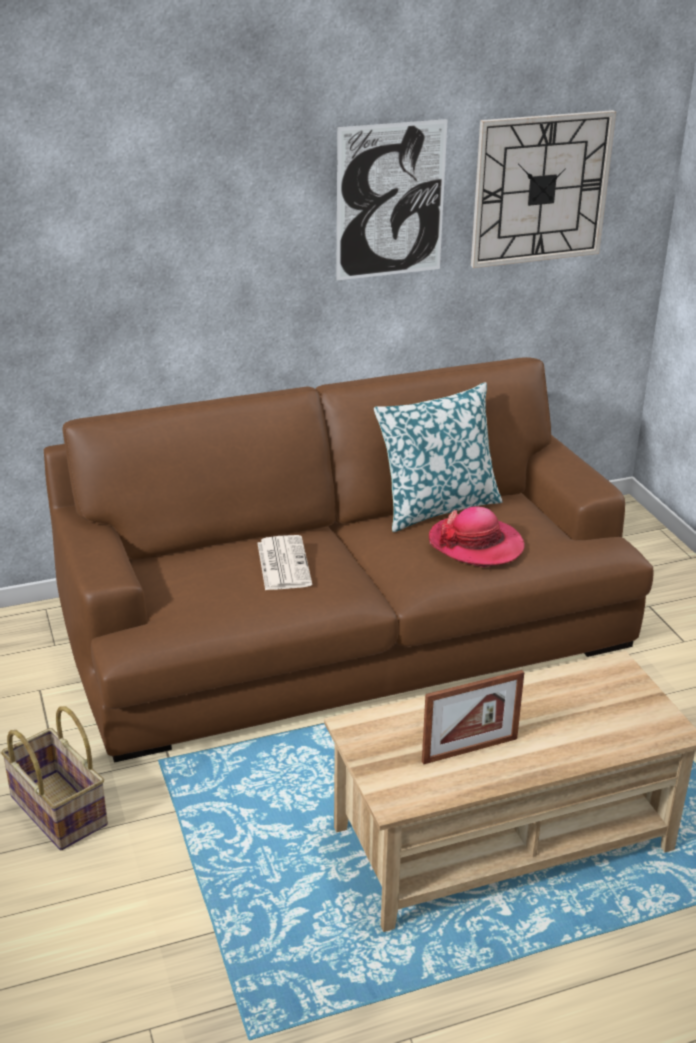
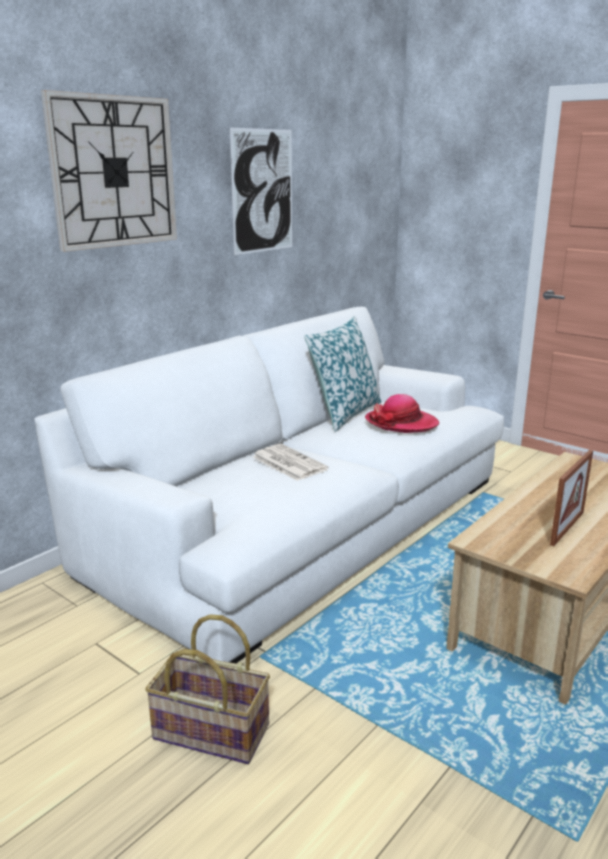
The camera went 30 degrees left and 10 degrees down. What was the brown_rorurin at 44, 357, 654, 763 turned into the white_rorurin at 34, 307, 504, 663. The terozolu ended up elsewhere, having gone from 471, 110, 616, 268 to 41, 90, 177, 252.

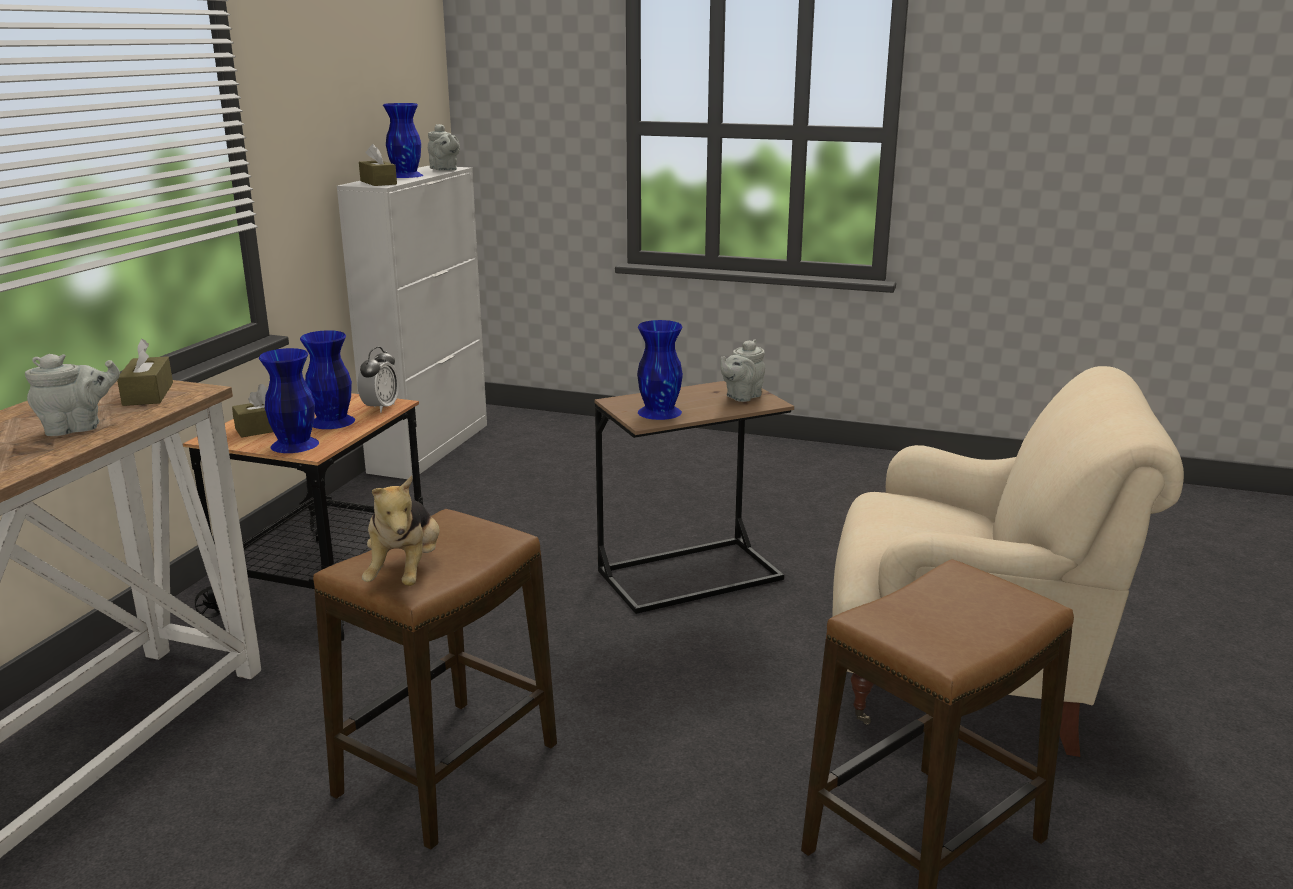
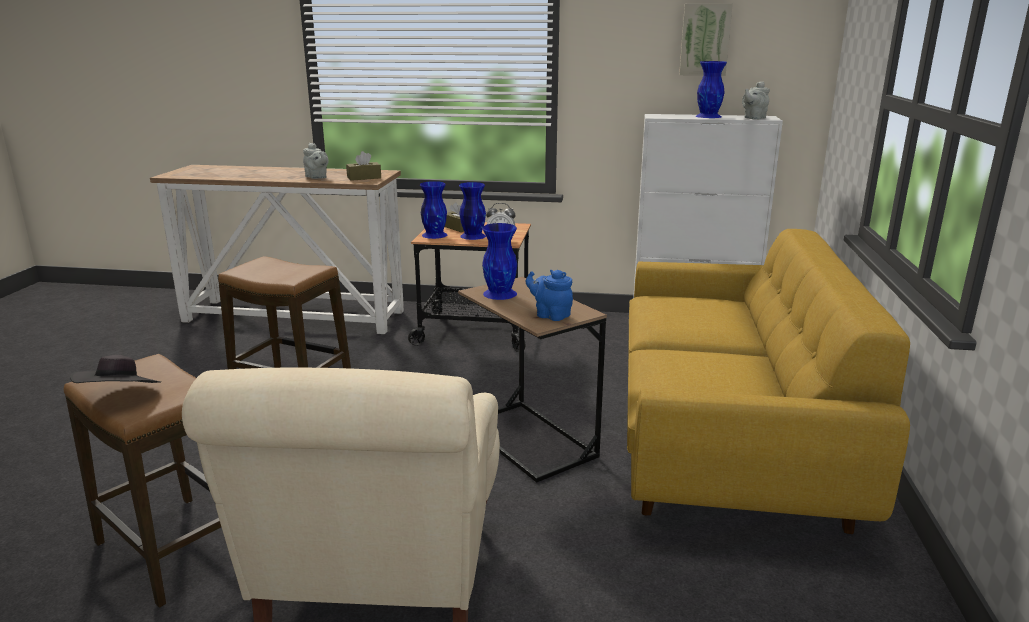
The camera went 80 degrees right and 0 degrees up. The second view lost the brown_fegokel at 359, 144, 397, 186. The second view lost the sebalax at 362, 476, 440, 586. What was the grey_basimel at 720, 339, 765, 402 turned into the blue_basimel at 526, 270, 573, 321. The second view gained the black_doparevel at 70, 355, 161, 383. The second view gained the yellow_rorurin at 627, 229, 910, 534. The second view gained the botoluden at 679, 3, 733, 76.

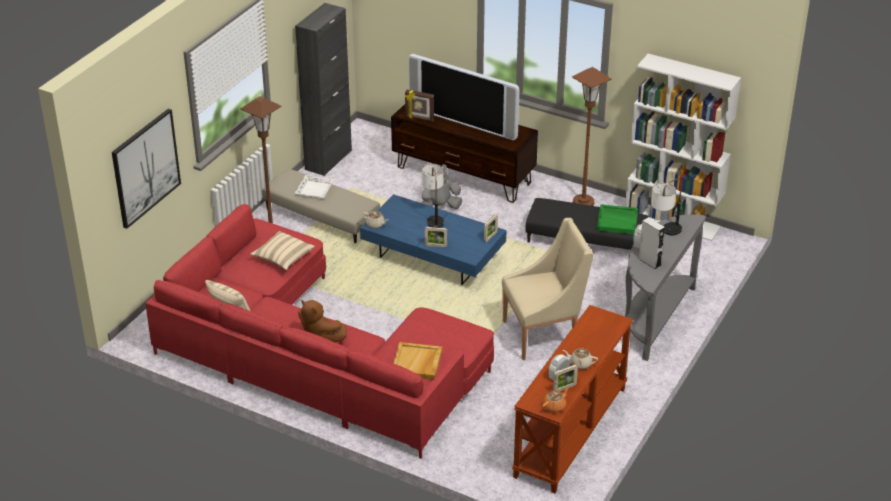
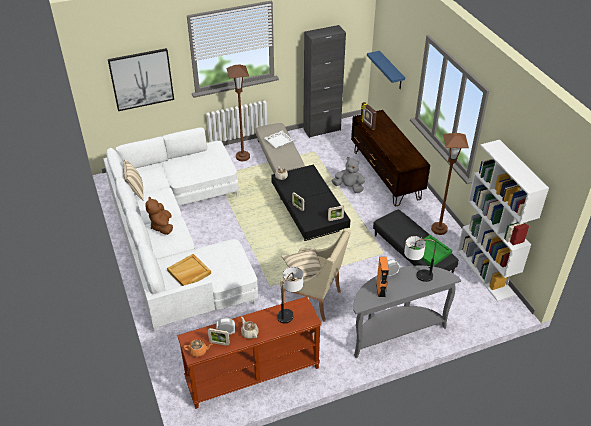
The camera went 40 degrees right and 5 degrees up. What was the red_rorurin at 145, 204, 494, 459 turned into the white_rorurin at 103, 128, 258, 334. The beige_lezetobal ended up elsewhere, having gone from 250, 231, 315, 270 to 281, 249, 322, 281. What was the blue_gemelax at 360, 194, 507, 285 turned into the black_gemelax at 271, 164, 350, 241. The second view lost the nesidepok at 408, 54, 520, 140. The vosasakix ended up elsewhere, having gone from 422, 164, 444, 228 to 277, 267, 303, 323. What was the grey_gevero at 639, 217, 665, 269 turned into the orange_gevero at 376, 257, 389, 298. The second view gained the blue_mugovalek at 367, 51, 405, 89.

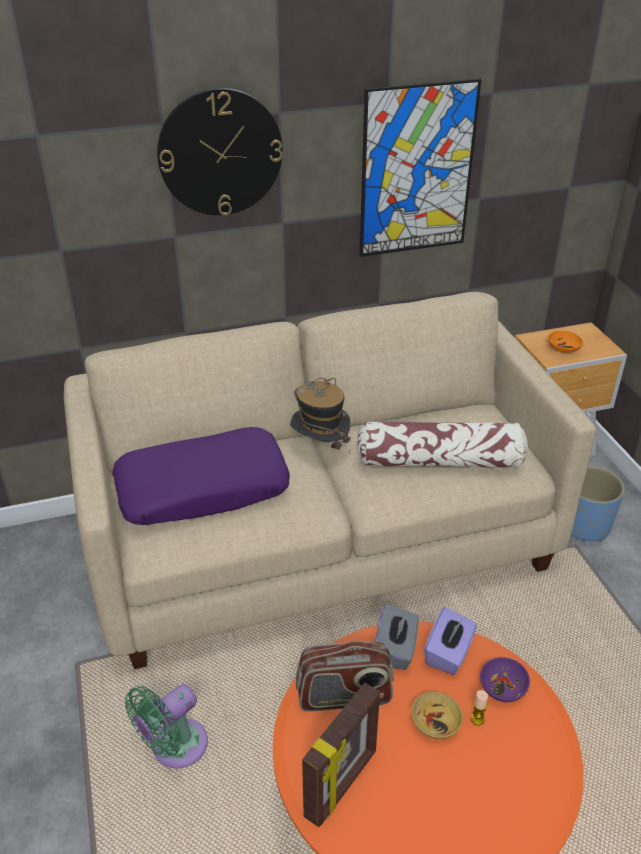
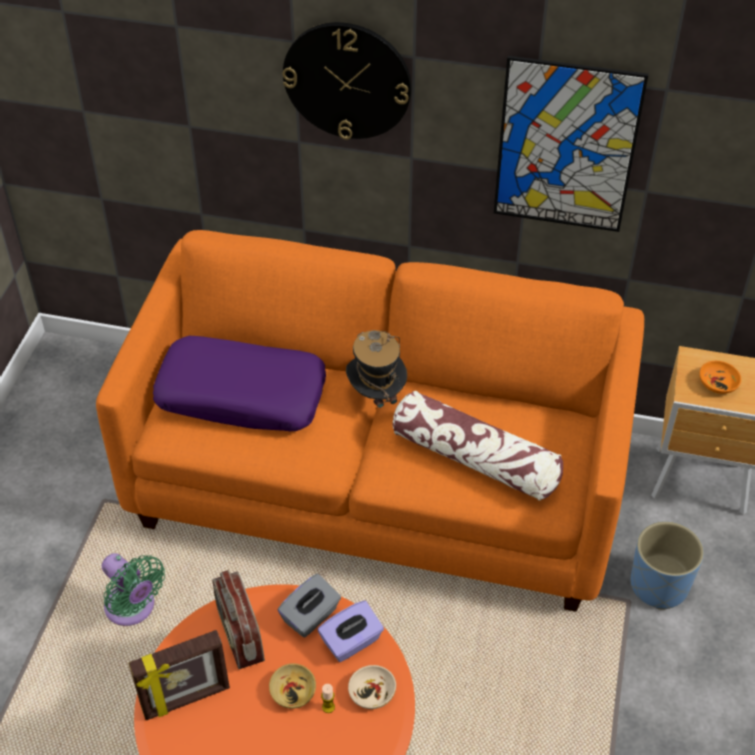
The camera went 30 degrees right and 10 degrees up. What was the beige_rorurin at 64, 292, 596, 669 turned into the orange_rorurin at 96, 230, 644, 612. The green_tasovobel at 125, 684, 208, 768 ended up facing another way, 120 degrees counterclockwise from before. The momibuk at 296, 641, 394, 711 ended up facing another way, 45 degrees clockwise from before. What was the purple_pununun at 480, 657, 530, 702 turned into the beige_pununun at 348, 665, 396, 709.

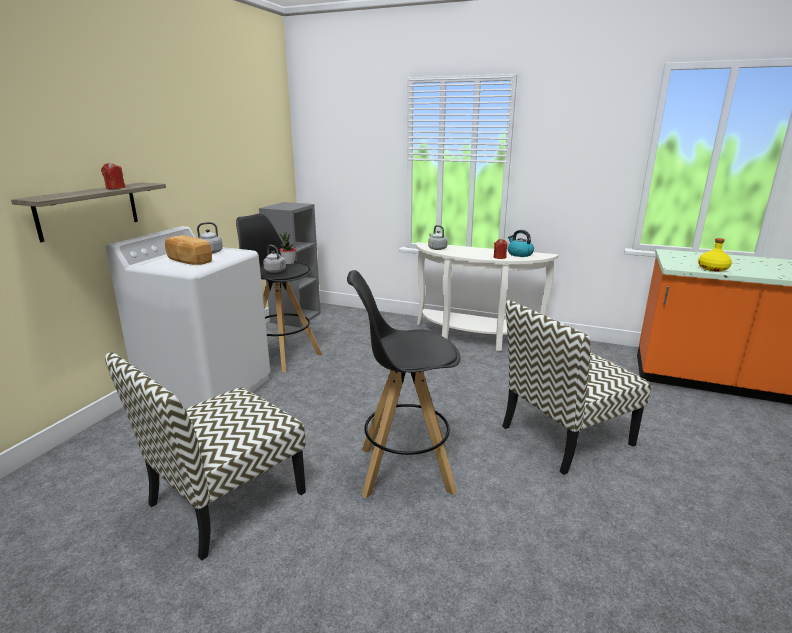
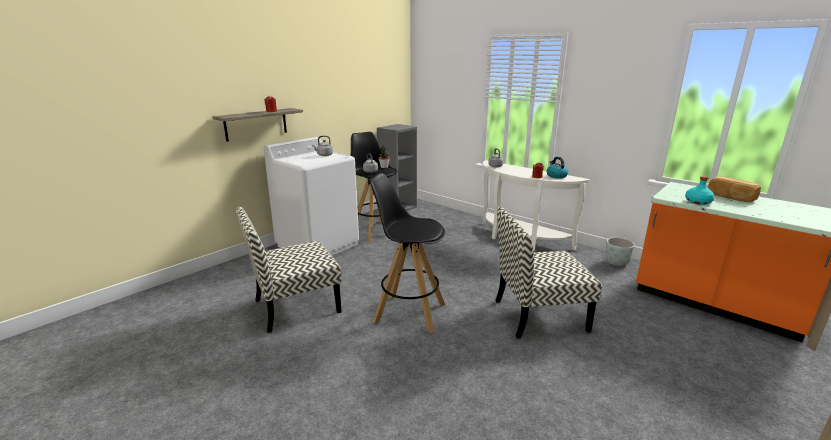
The camera went 20 degrees right and 0 degrees up. The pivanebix ended up elsewhere, having gone from 165, 235, 212, 265 to 708, 176, 761, 202. What was the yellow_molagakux at 698, 238, 732, 272 turned into the turquoise_molagakux at 685, 176, 714, 205. The second view gained the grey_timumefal at 605, 237, 635, 266.

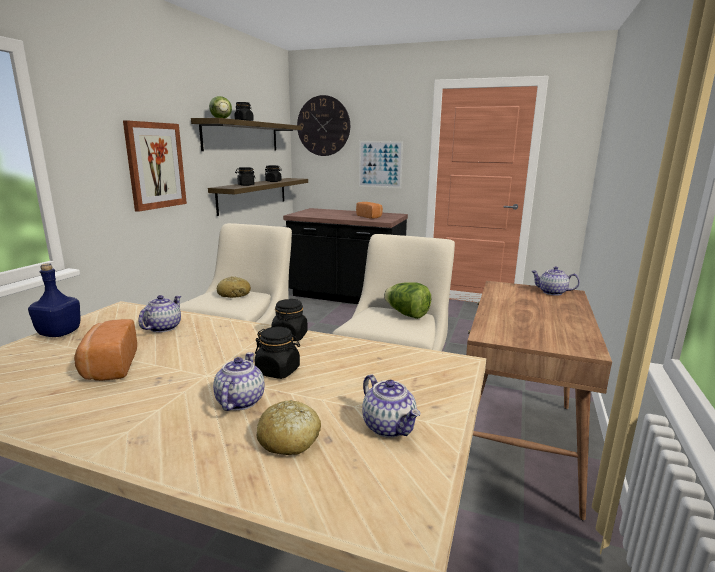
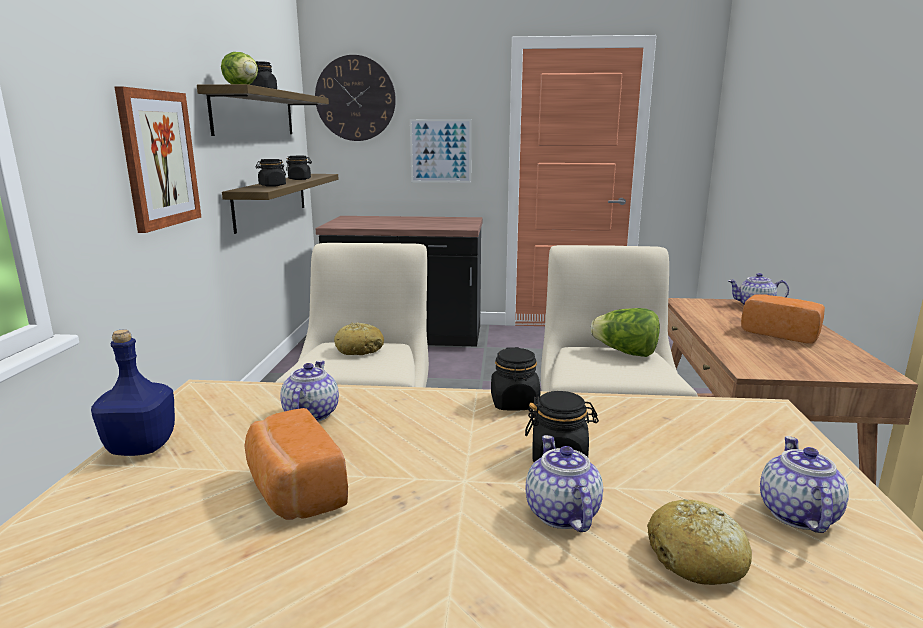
The camera went 15 degrees left and 0 degrees up. The pivanebix ended up elsewhere, having gone from 356, 202, 383, 219 to 741, 294, 825, 344. The basimel at 362, 375, 420, 438 ended up facing another way, 120 degrees counterclockwise from before.

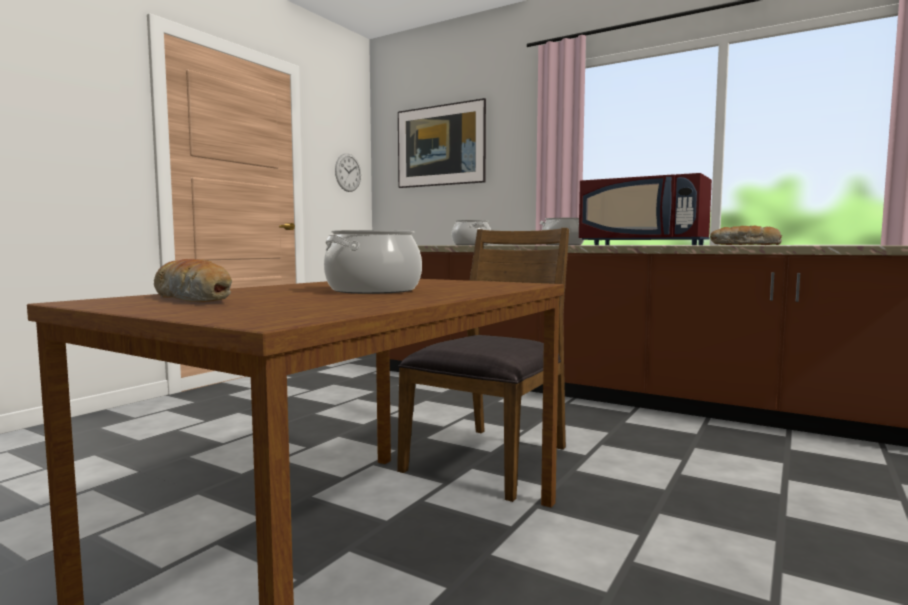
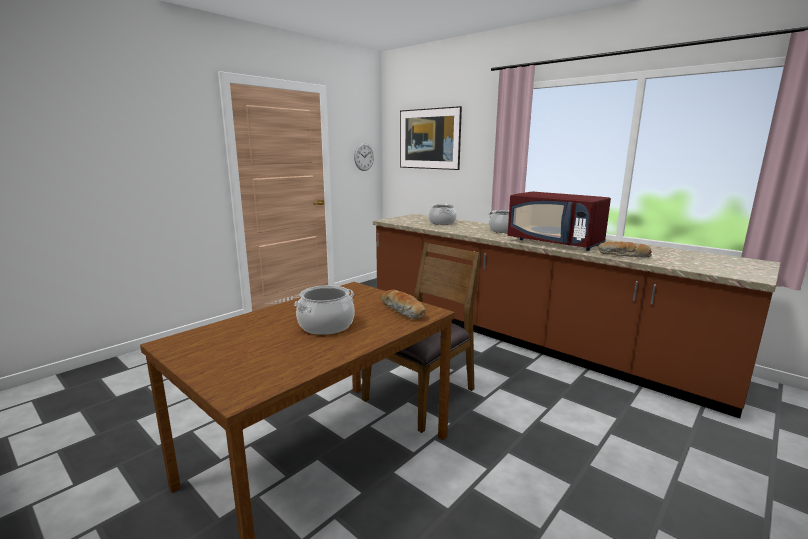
The camera went 10 degrees right and 10 degrees up. The pivanebix ended up elsewhere, having gone from 154, 259, 232, 302 to 382, 290, 426, 320.

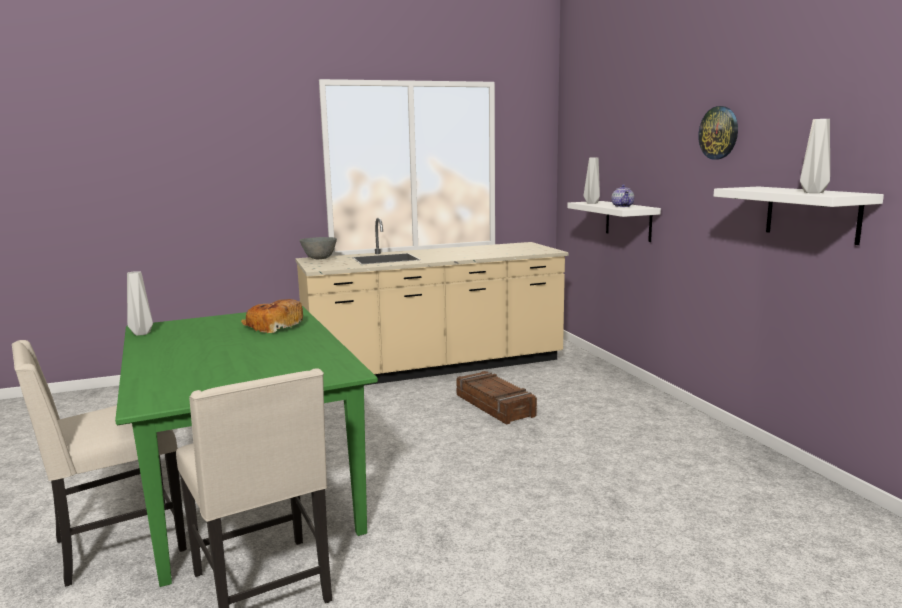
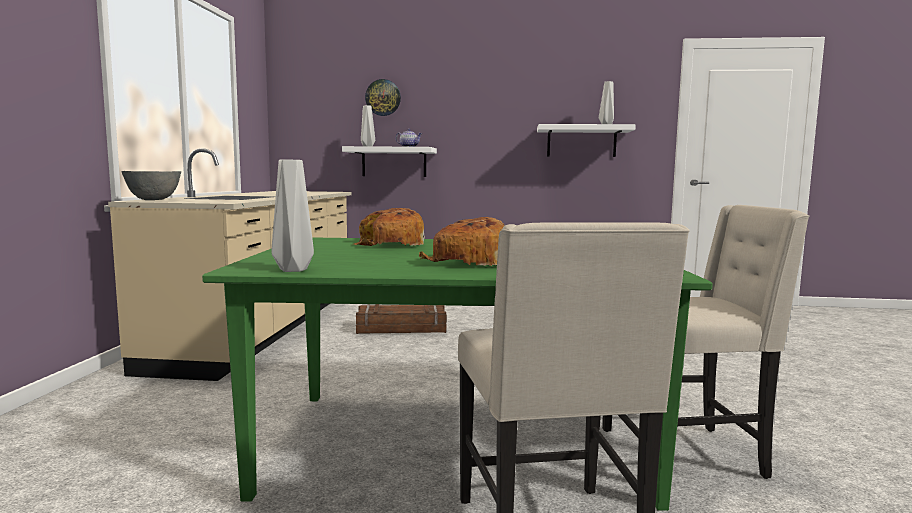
The camera went 65 degrees left and 5 degrees down. The terozolu ended up elsewhere, having gone from 698, 106, 738, 159 to 365, 79, 401, 116. The second view gained the pivanebix at 419, 217, 505, 266.

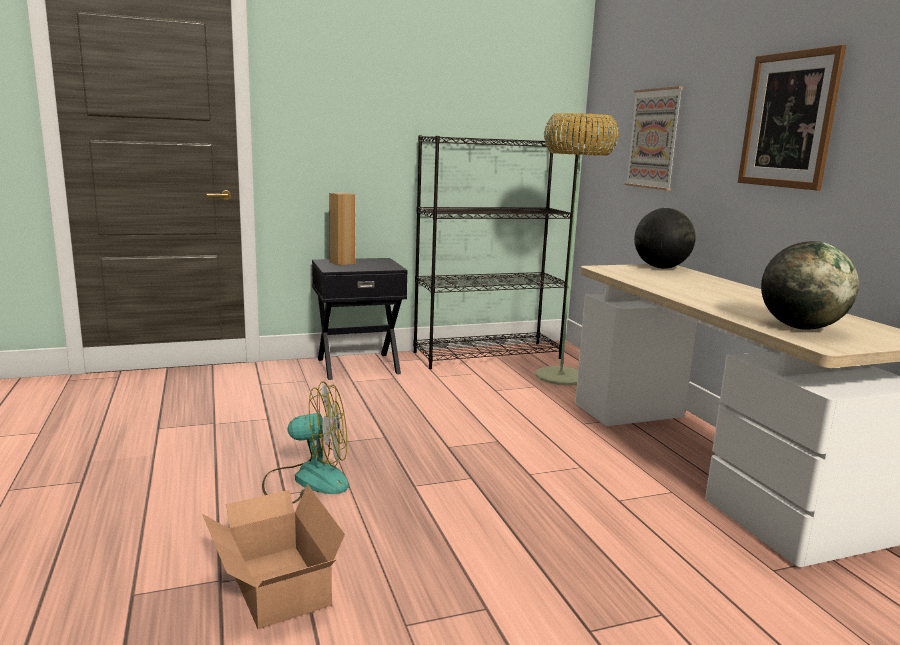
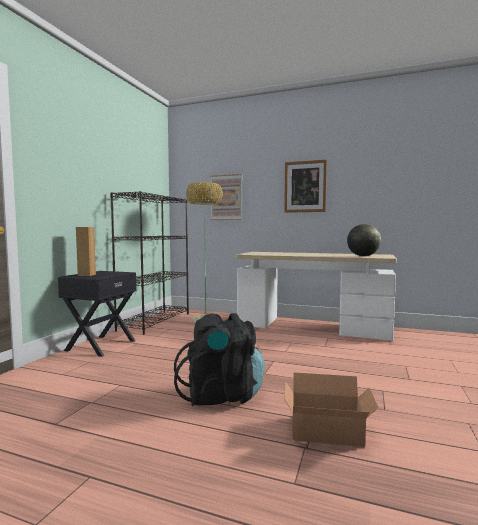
The camera went 50 degrees left and 10 degrees down. Where the tasovobel stood at 262, 381, 349, 503, the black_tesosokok came to stand at 174, 313, 265, 406. The second view lost the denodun at 634, 208, 696, 269.

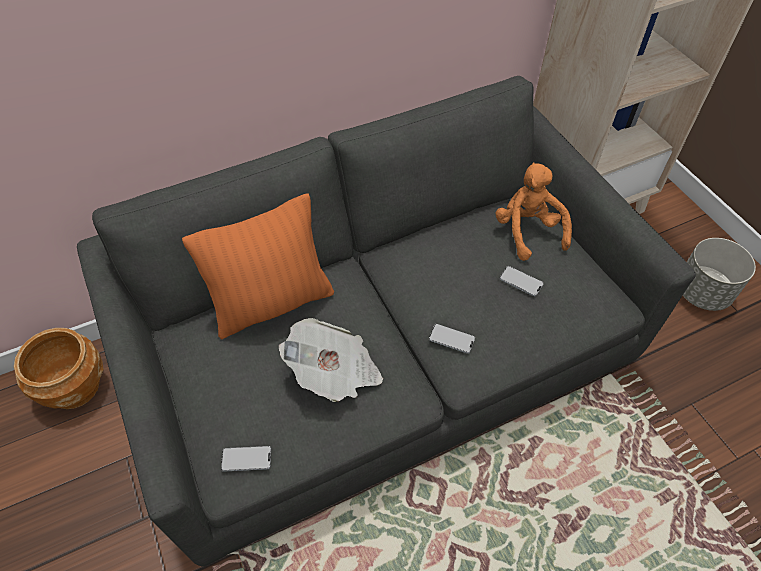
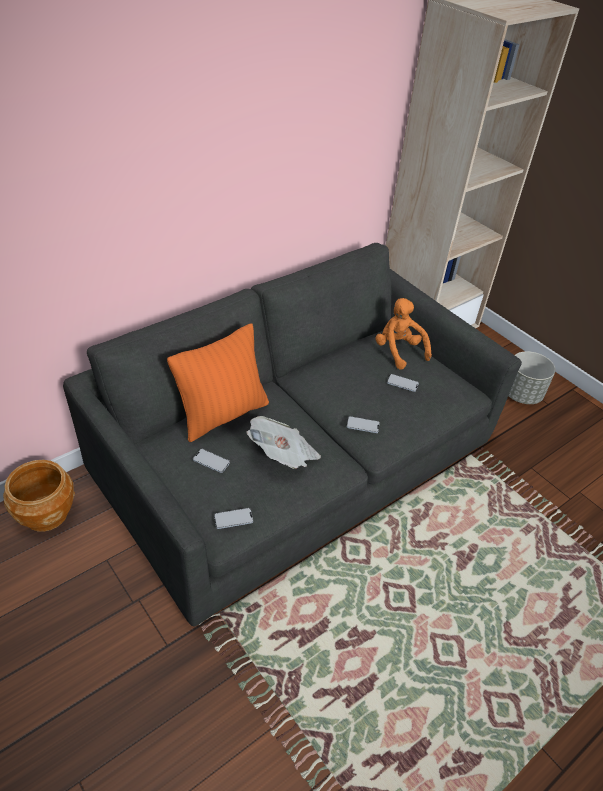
The camera went 15 degrees left and 10 degrees down. The second view gained the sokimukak at 193, 449, 230, 473.

